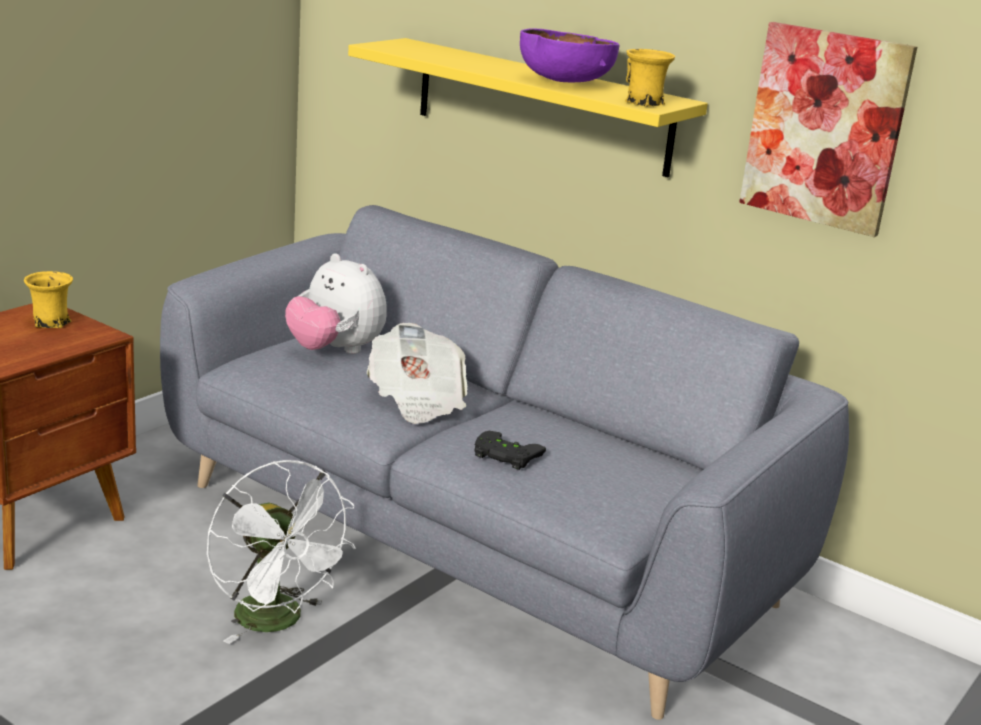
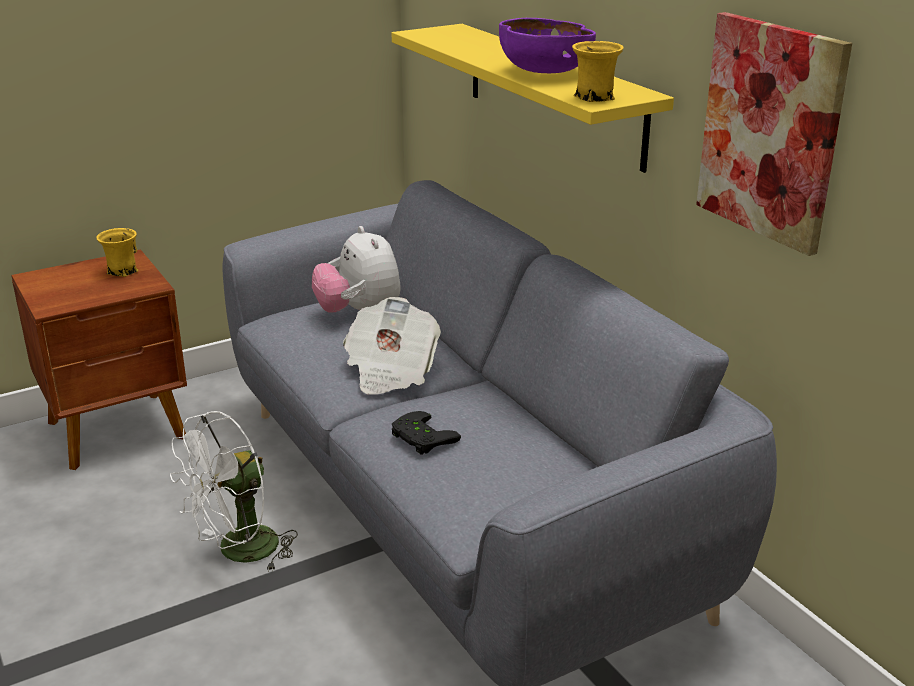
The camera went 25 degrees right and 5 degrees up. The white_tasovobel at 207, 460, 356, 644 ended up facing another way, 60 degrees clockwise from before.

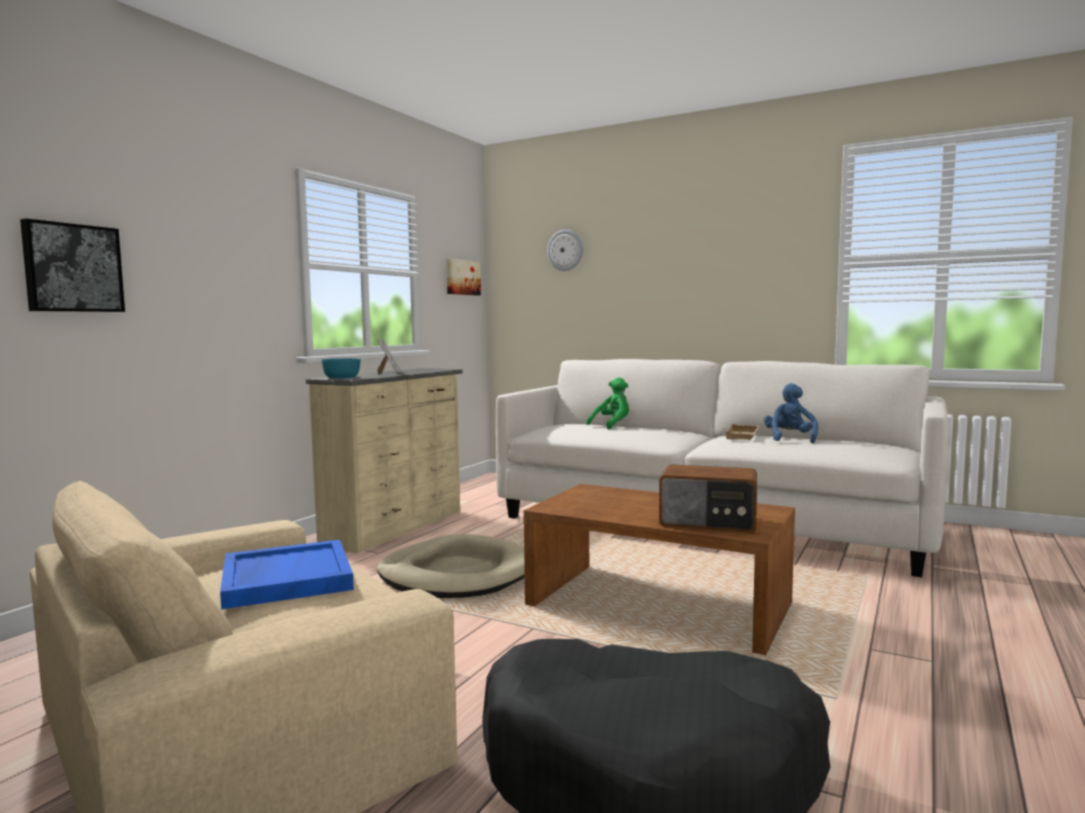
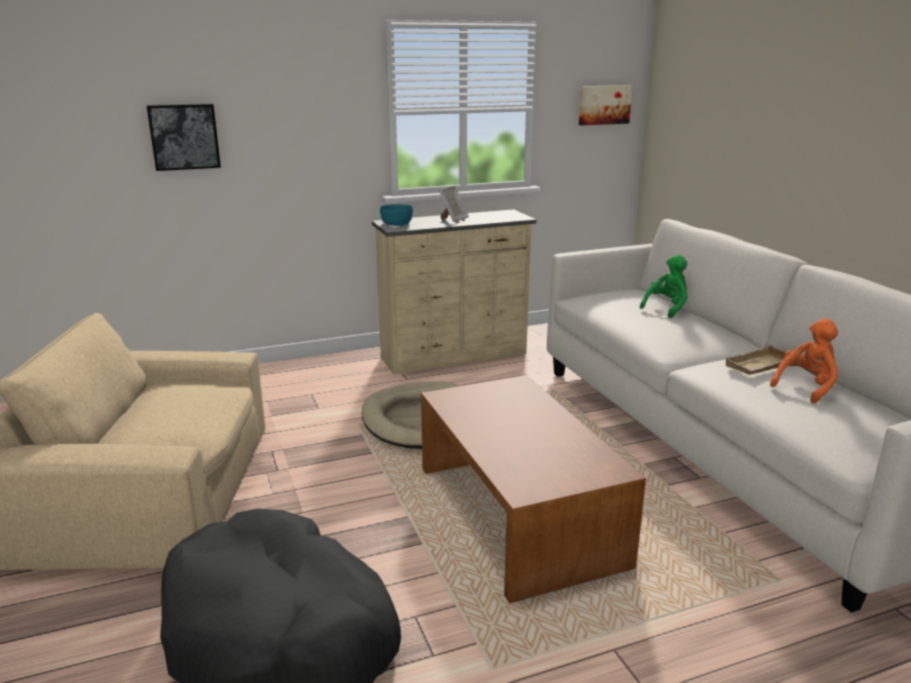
The camera went 40 degrees right and 15 degrees up. The second view lost the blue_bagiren at 220, 540, 354, 609. The second view lost the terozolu at 547, 229, 583, 271. The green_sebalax at 586, 378, 629, 429 ended up facing another way, 45 degrees counterclockwise from before. The second view lost the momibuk at 659, 464, 757, 533. What was the blue_sebalax at 764, 383, 818, 443 turned into the orange_sebalax at 770, 318, 838, 403.

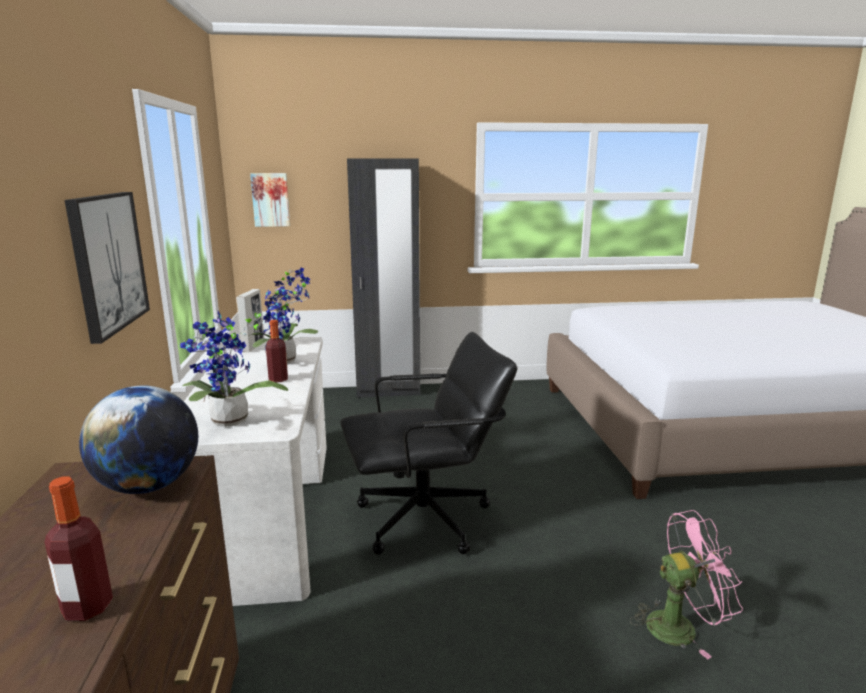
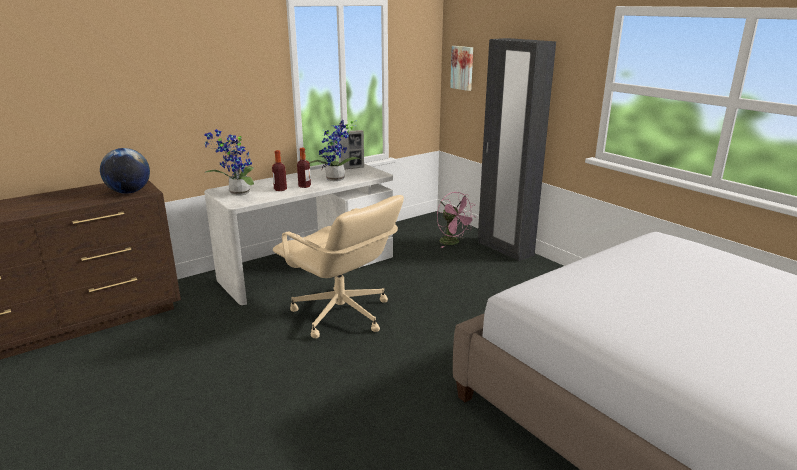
The camera went 60 degrees right and 5 degrees up. The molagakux ended up elsewhere, having gone from 44, 477, 113, 621 to 272, 150, 287, 191. The second view lost the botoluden at 64, 192, 150, 344. What was the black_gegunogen at 340, 332, 517, 555 turned into the beige_gegunogen at 273, 195, 404, 338. The pink_tasovobel ended up elsewhere, having gone from 630, 510, 743, 659 to 437, 192, 476, 248.

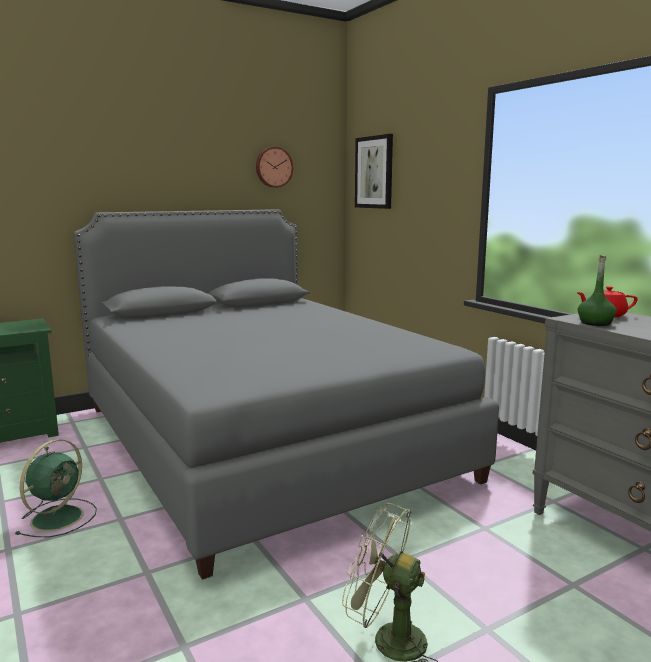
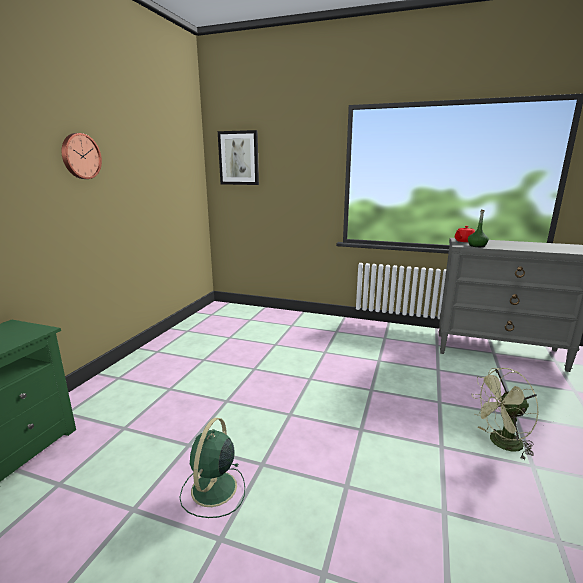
The camera went 40 degrees left and 5 degrees up. The green_tasovobel at 15, 439, 97, 537 ended up facing another way, 150 degrees counterclockwise from before. The second view lost the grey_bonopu at 74, 209, 499, 580. The terozolu ended up elsewhere, having gone from 256, 147, 293, 188 to 61, 133, 102, 179.

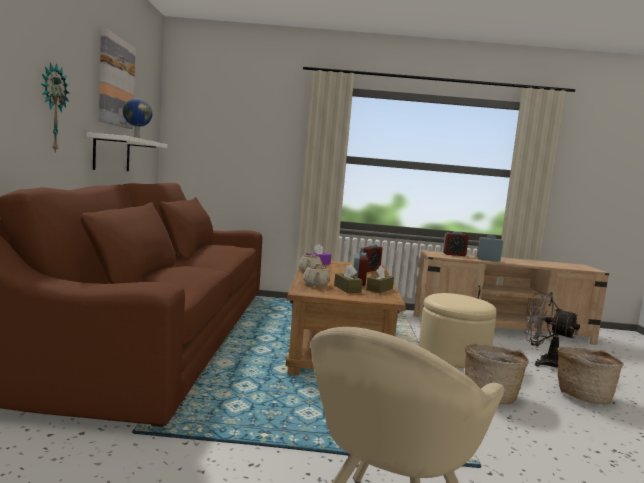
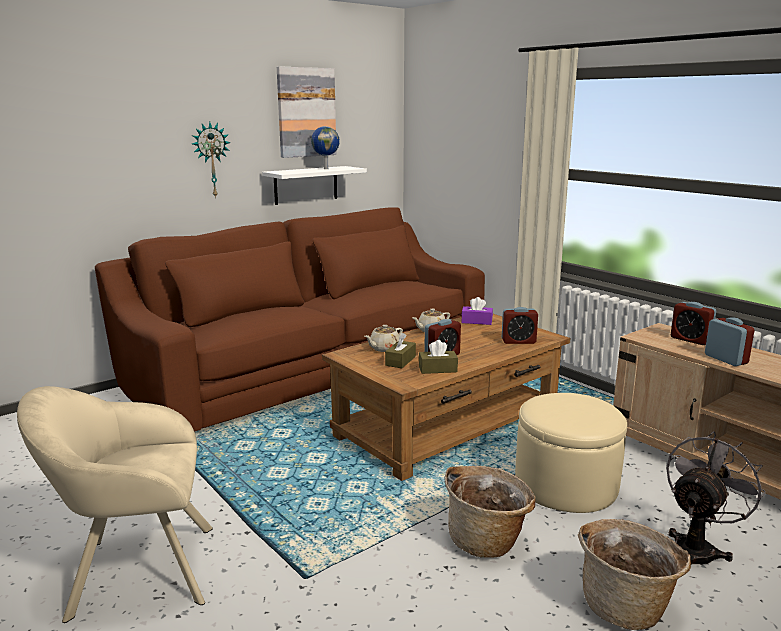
The camera went 50 degrees right and 10 degrees up. The grey_tasovobel at 524, 292, 580, 367 ended up facing another way, 45 degrees clockwise from before.

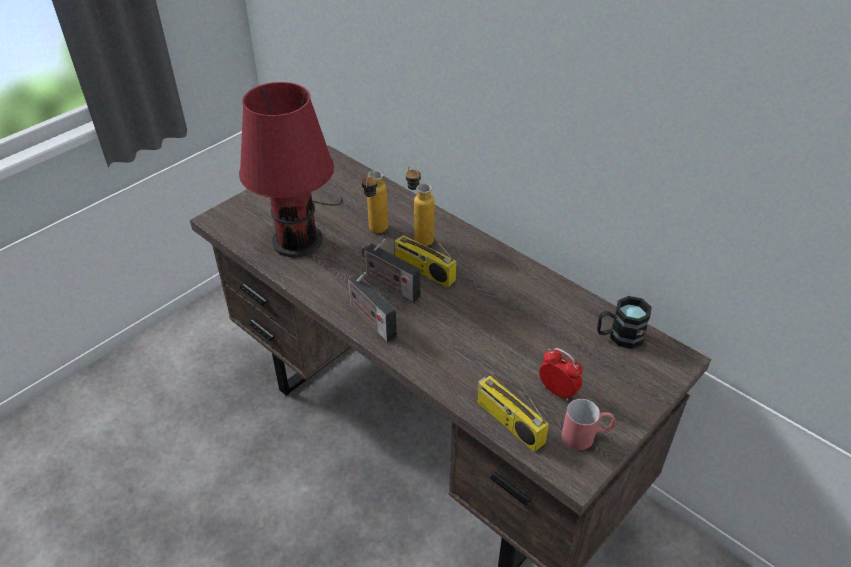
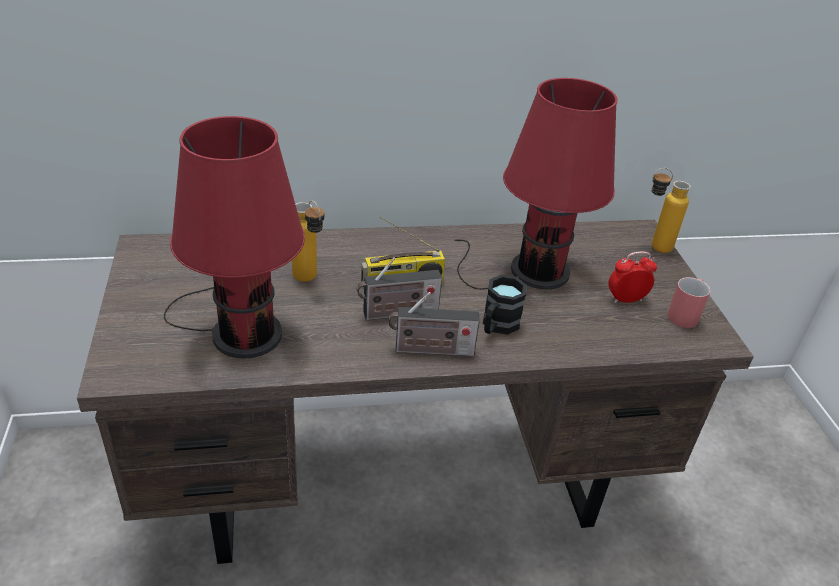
The camera went 55 degrees left and 5 degrees down. The molagakux ended up elsewhere, having gone from 406, 165, 435, 246 to 651, 168, 691, 253. The second view lost the momibuk at 477, 351, 549, 452. The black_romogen ended up elsewhere, having gone from 597, 296, 652, 349 to 483, 275, 527, 335. The second view gained the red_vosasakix at 455, 78, 618, 290.

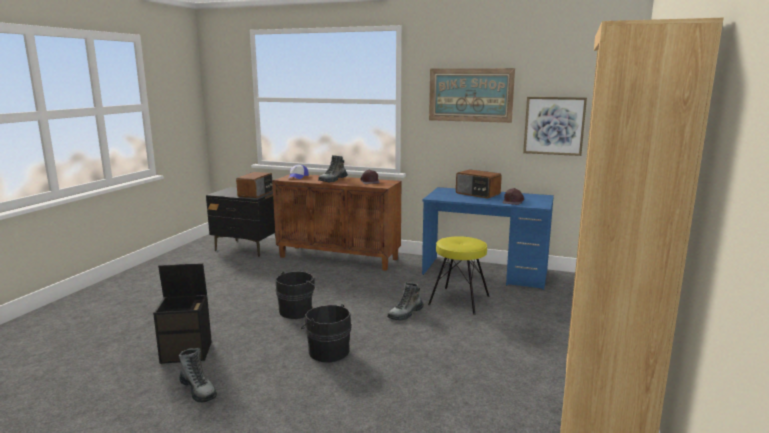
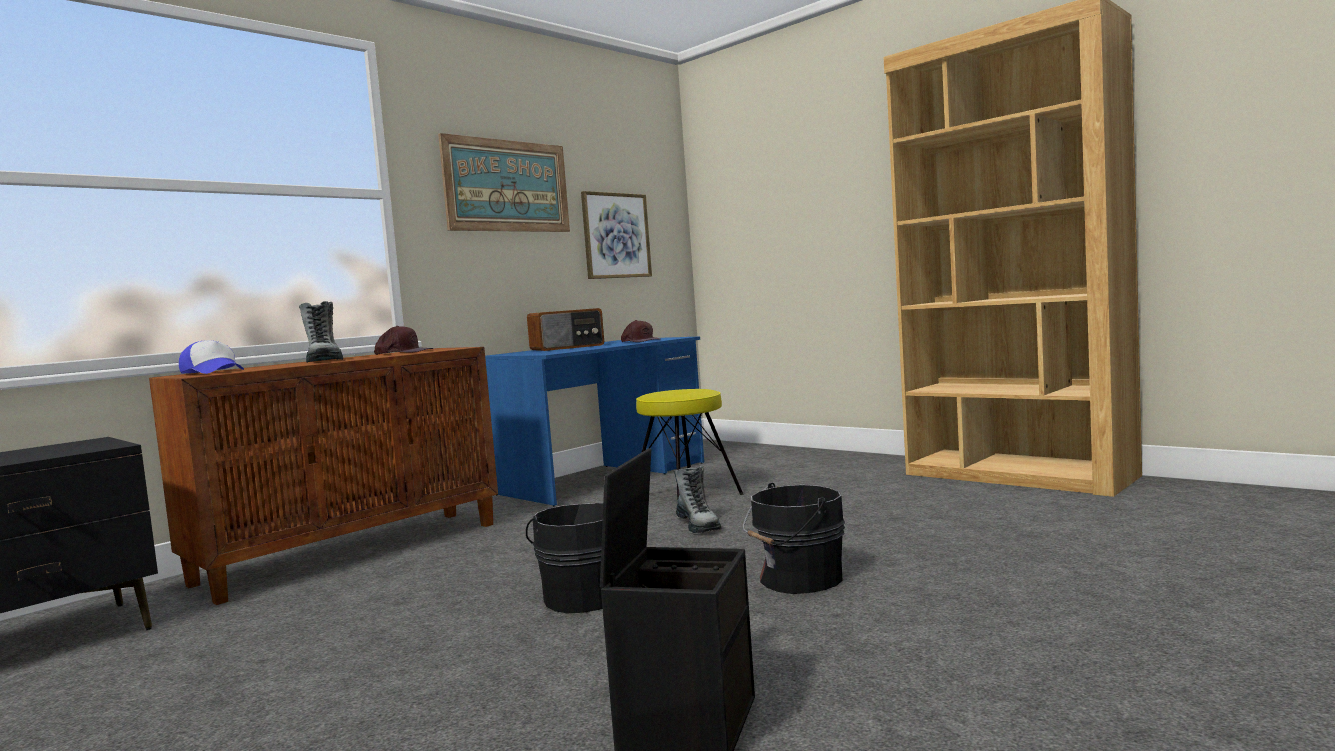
The camera went 65 degrees left and 10 degrees down. The second view lost the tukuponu at 179, 348, 217, 403. The second view lost the momibuk at 236, 172, 273, 198.

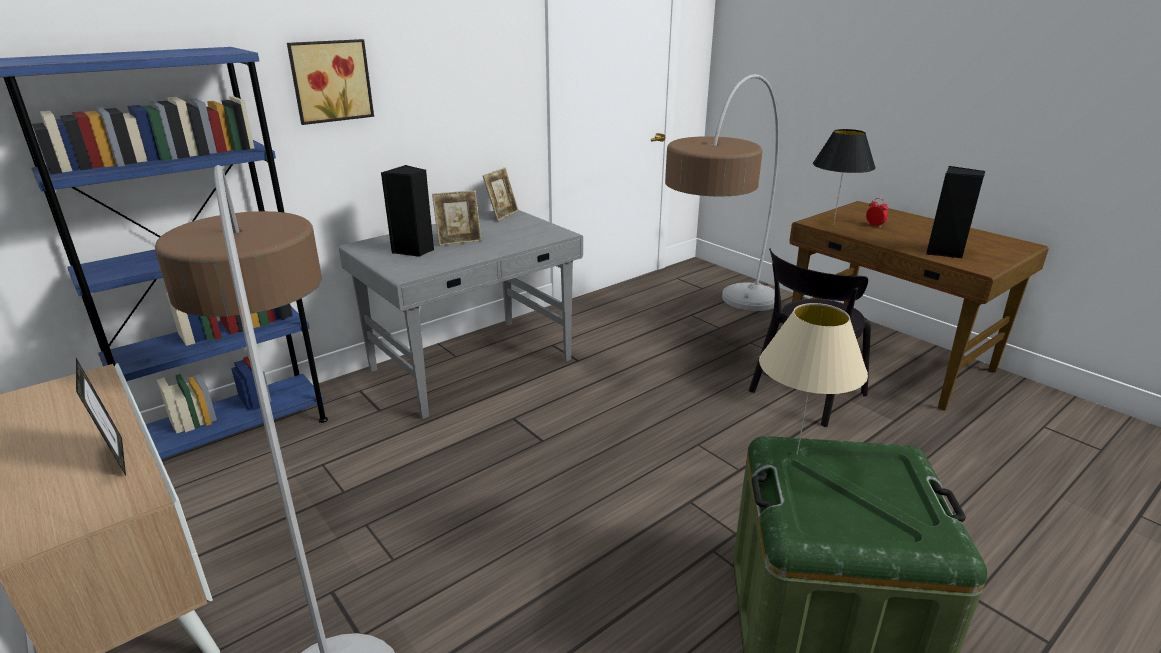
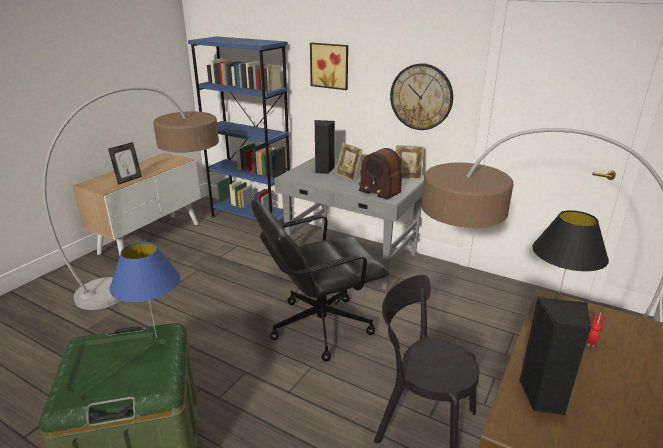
The camera went 70 degrees right and 0 degrees up. What was the beige_vosasakix at 759, 303, 868, 455 turned into the blue_vosasakix at 110, 242, 180, 338. The second view gained the black_gegunogen at 251, 200, 389, 362. The second view gained the momibuk at 358, 148, 402, 200. The second view gained the terozolu at 390, 63, 453, 130.

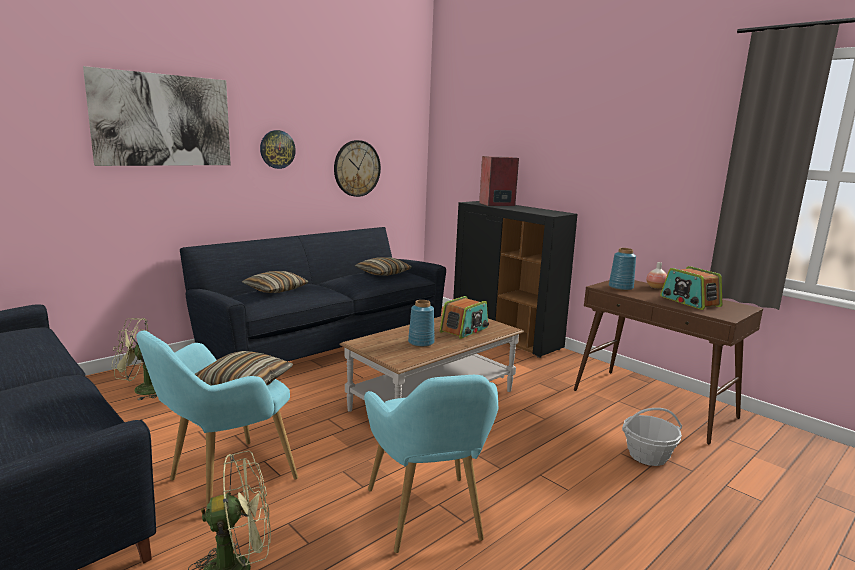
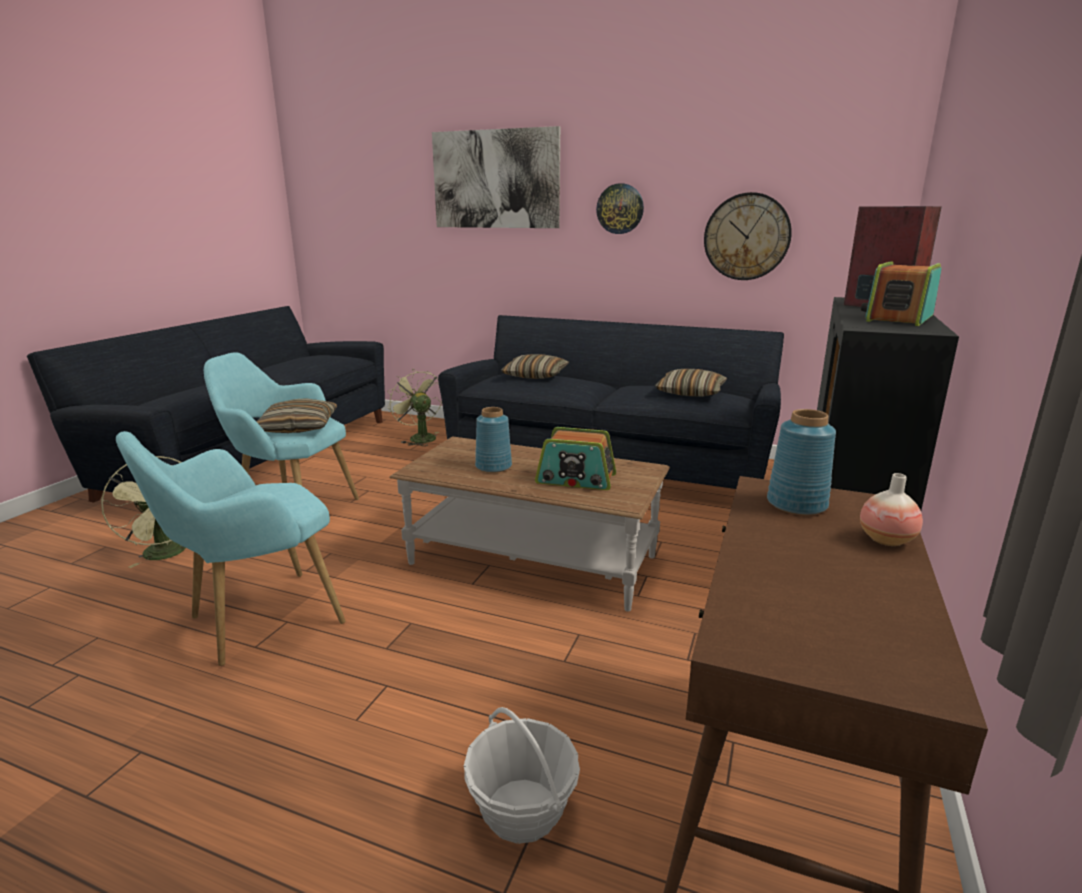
The camera went 65 degrees right and 5 degrees up. The momibuk ended up elsewhere, having gone from 660, 266, 722, 310 to 861, 261, 942, 326.

